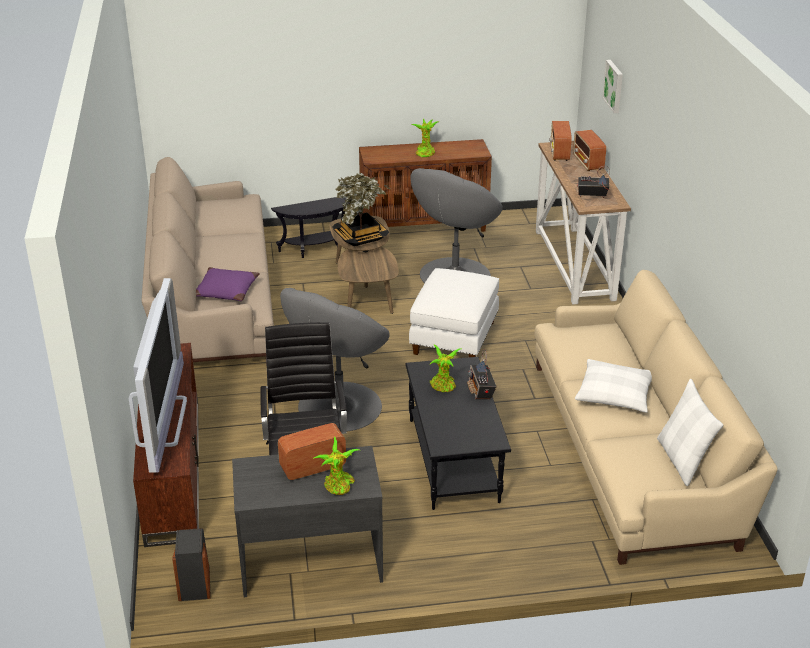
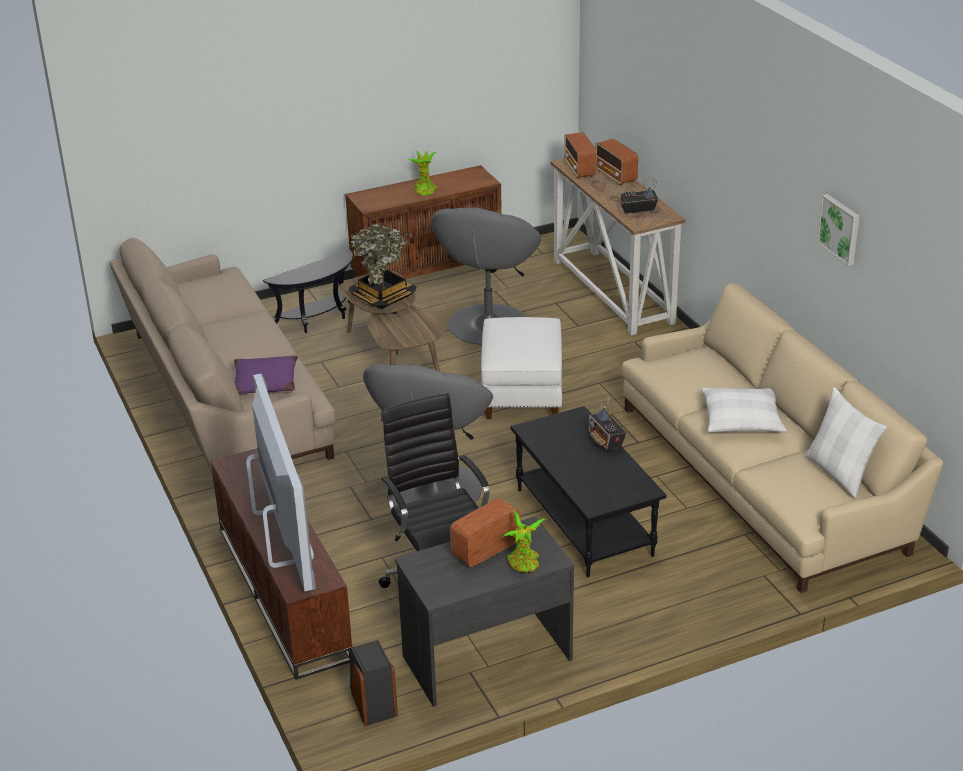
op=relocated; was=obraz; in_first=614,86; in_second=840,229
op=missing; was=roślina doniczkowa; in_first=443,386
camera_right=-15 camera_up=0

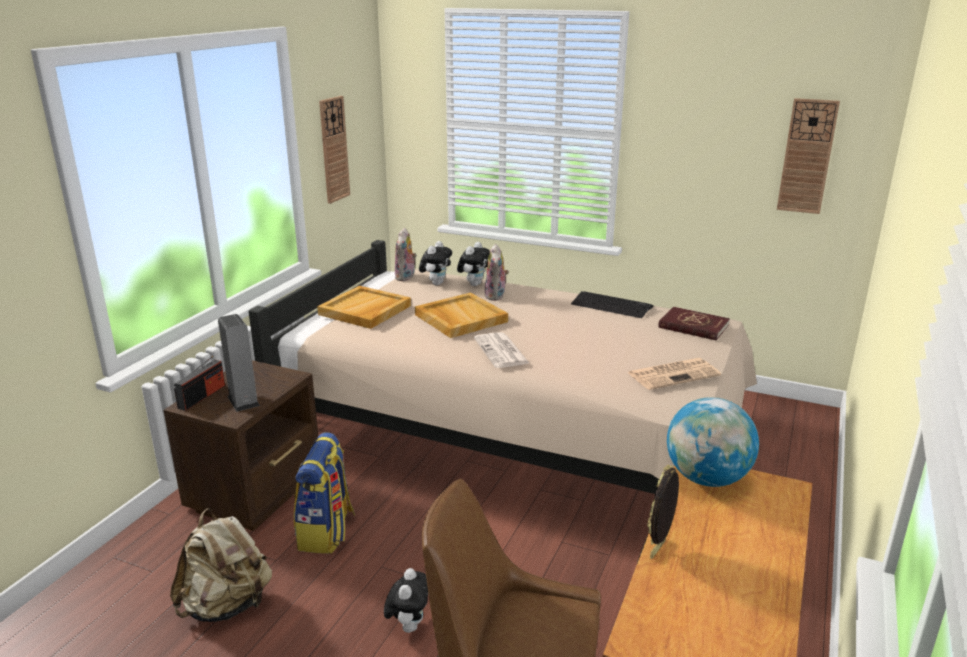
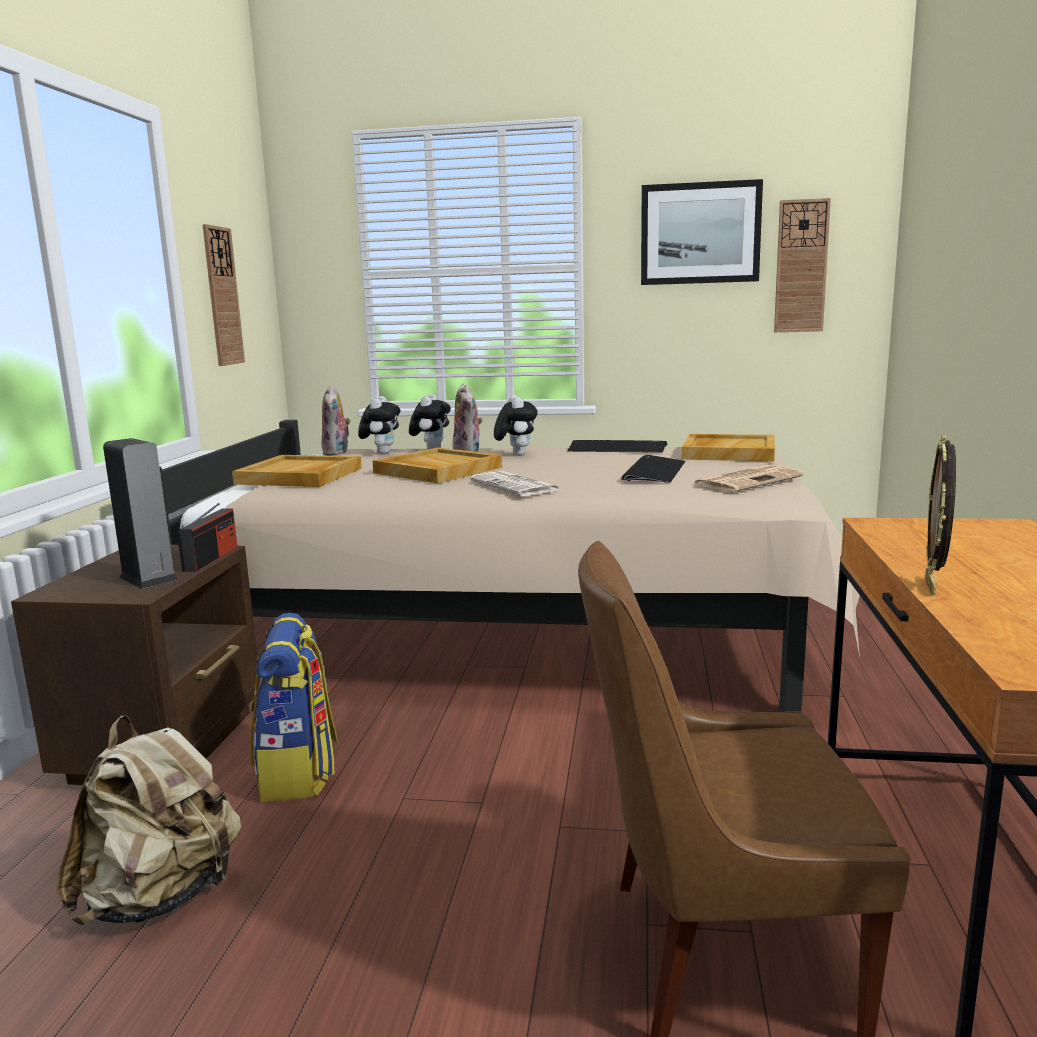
op=relocated; was=radio; in_first=202,396; in_second=211,558
op=relocated; was=pluszak; in_first=409,625; in_second=516,455
op=appeared; now=klawiatura; in_second=654,471
op=appeared; now=obraz; in_second=700,233
op=exchanged; was=książka/czerwony; now=taca/beżowy; in_first=693,326; in_second=728,452
op=missing; was=globus; in_first=706,478
camera_right=-15 camera_up=-10

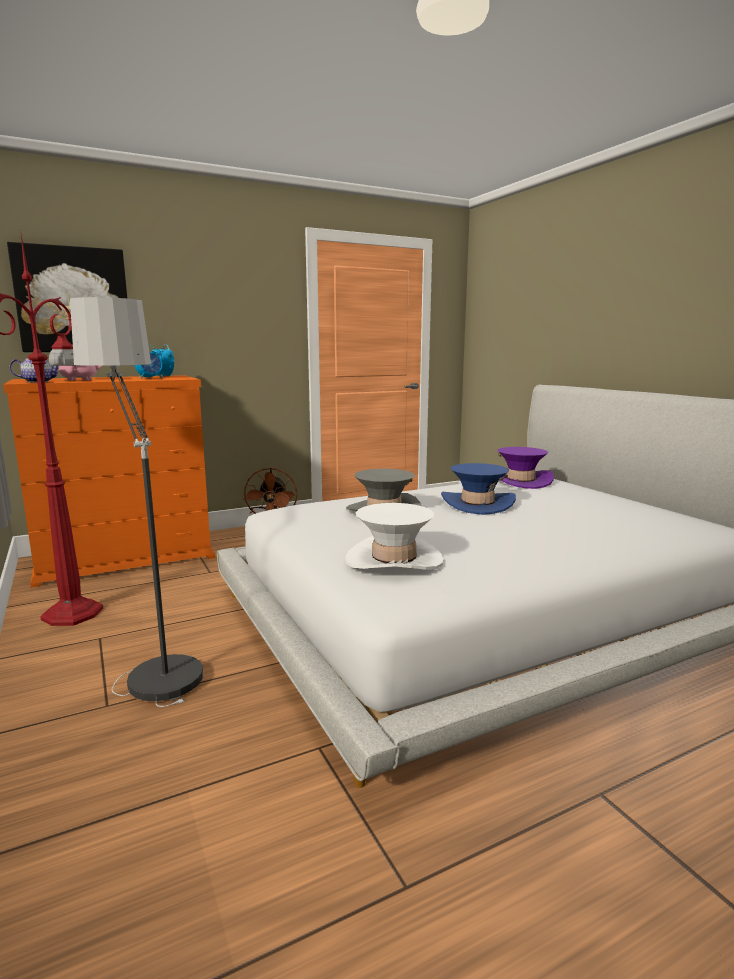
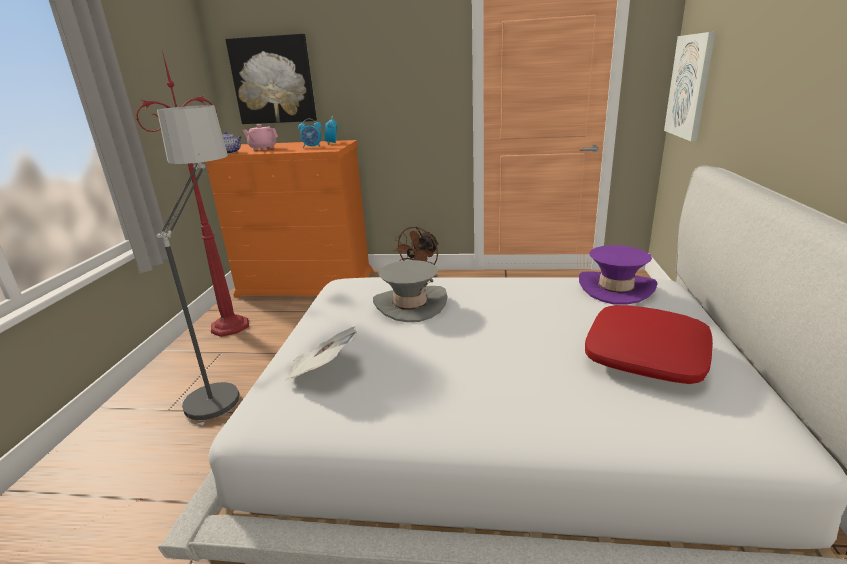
op=exchanged; was=kapelusz/biały; now=gazeta; in_first=394,559; in_second=323,370
op=appeared; now=poduszka/czerwony; in_second=644,355
op=appeared; now=obraz; in_second=689,86
op=missing; was=kapelusz/niebieski; in_first=477,504
camera_right=35 camera_up=10

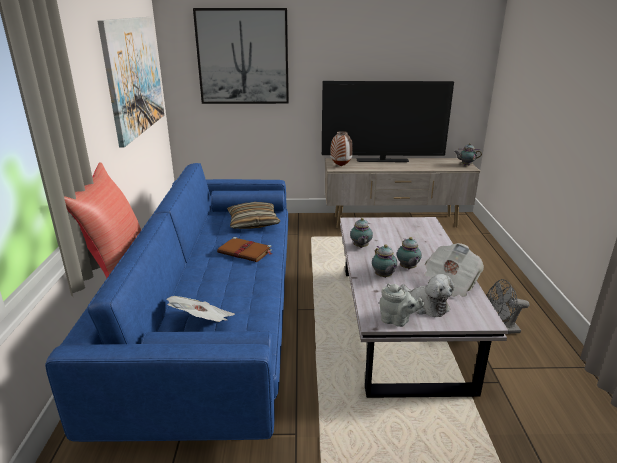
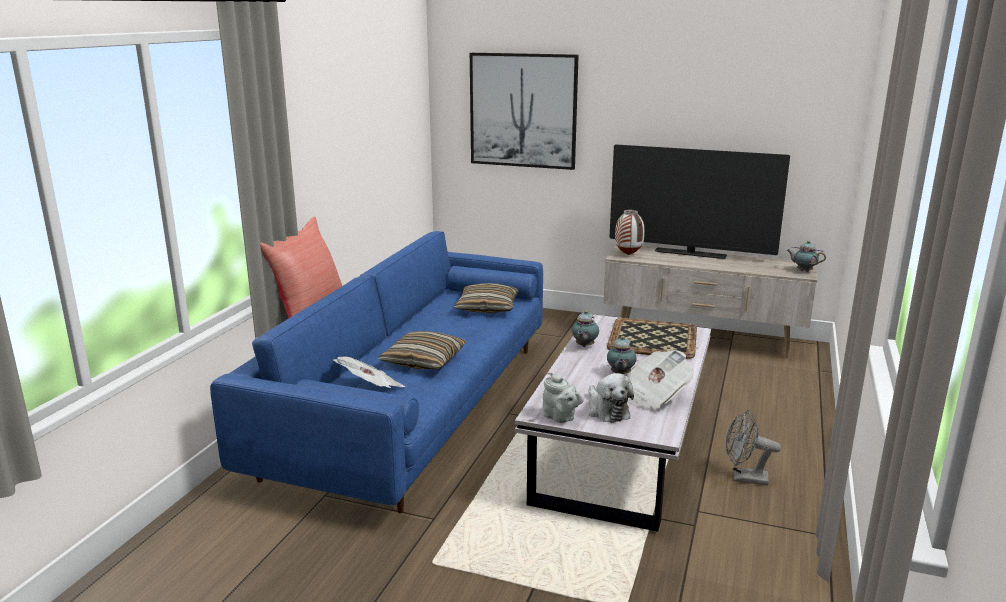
op=appeared; now=poduszka; in_second=424,360
op=appeared; now=taca; in_second=653,339
op=missing; was=obraz; in_first=134,76
op=missing; was=książka/brązowy; in_first=245,252
op=missing; was=imbryk; in_first=383,276
camera_right=20 camera_up=-5

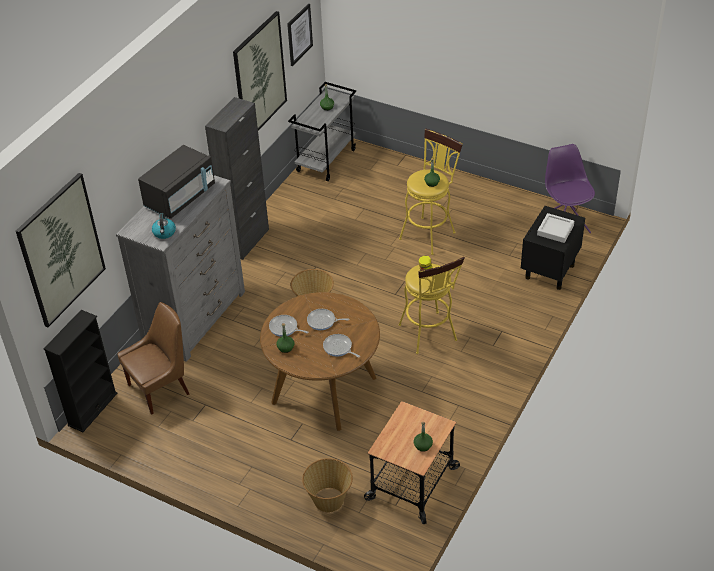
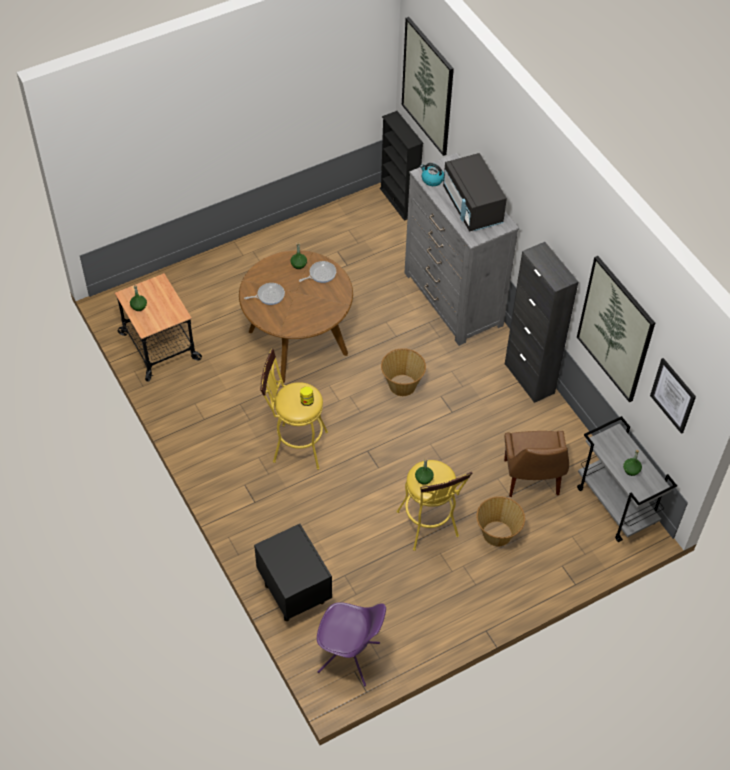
op=relocated; was=koszyk; in_first=329,499; in_second=497,534
op=relocated; was=krzesło/brązowy; in_first=161,388; in_second=531,479
op=missing; was=patelnia; in_first=323,321
op=missing; was=taca/szary; in_first=555,230
camera_right=120 camera_up=10

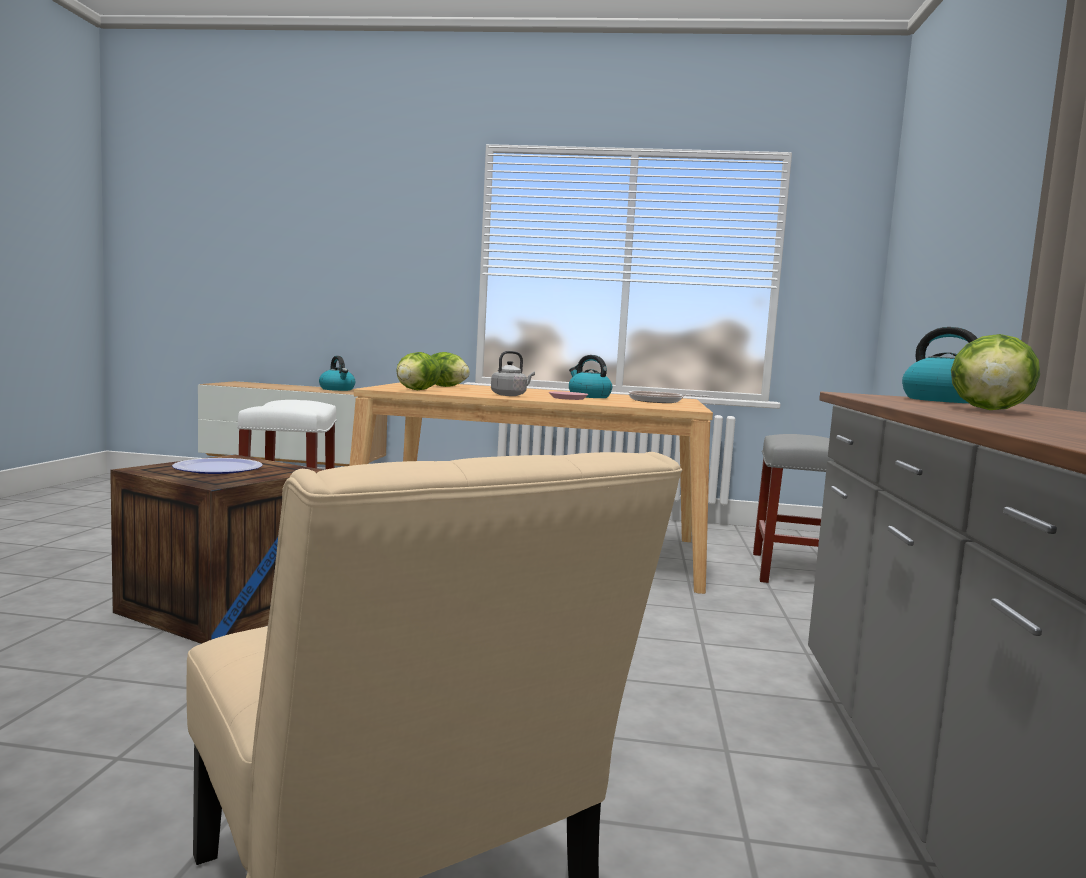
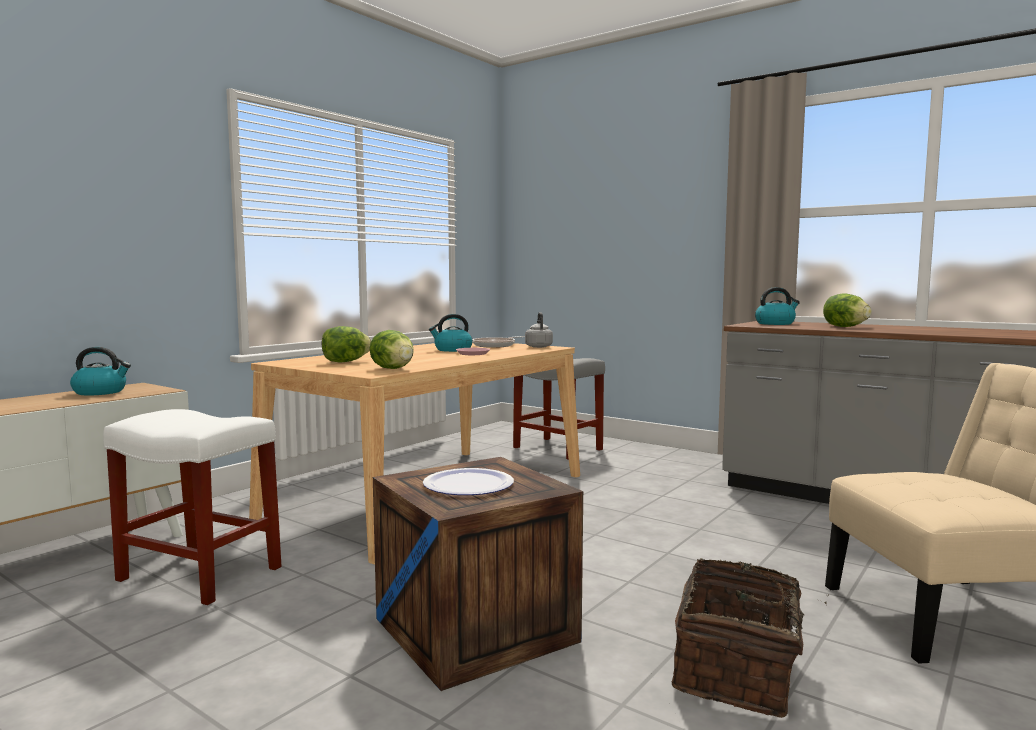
op=relocated; was=czajnik/szary; in_first=510,395; in_second=538,346
op=appeared; now=koszyk; in_second=737,671
camera_right=-60 camera_up=0

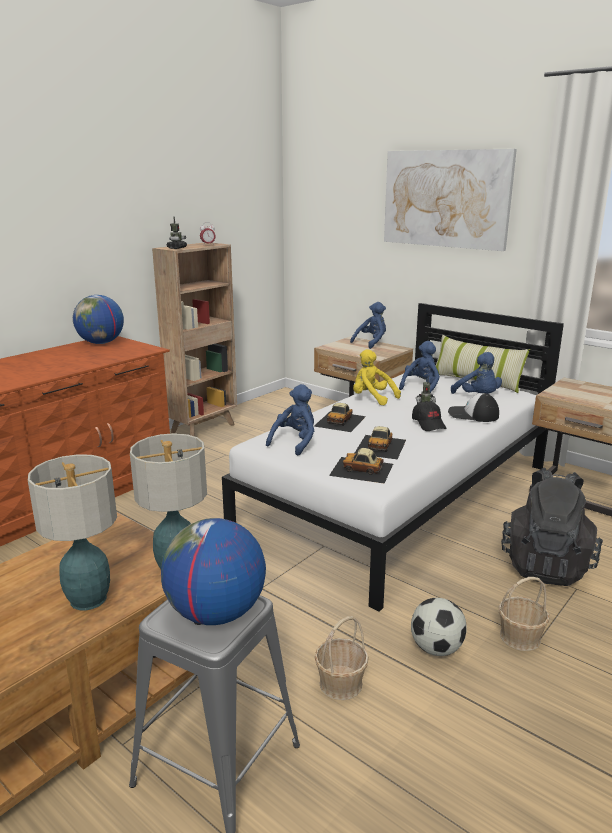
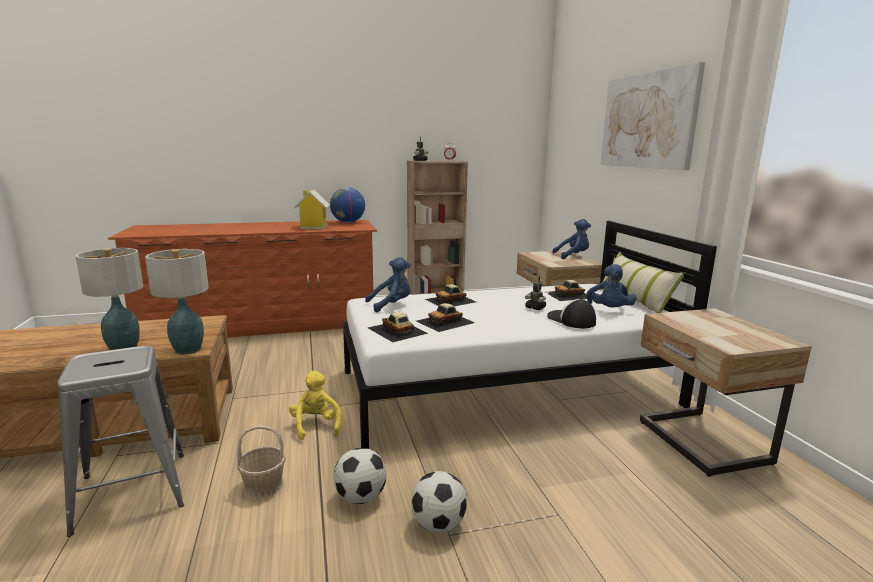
op=relocated; was=pluszak/żółty; in_first=372,398; in_second=316,426
op=appeared; now=domek; in_second=313,227
op=exchanged; was=koszyk; now=piłka futbolowa; in_first=520,637; in_second=438,524
op=exchanged; was=pluszak/niebieski; now=samochodzik; in_first=421,388; in_second=569,295
op=missing; was=globus; in_first=215,613
op=missing; was=czapka z daszkiem/czarny; in_first=429,424
op=missing; was=plecak/czarny; in_first=545,565
camera_right=35 camera_up=-5

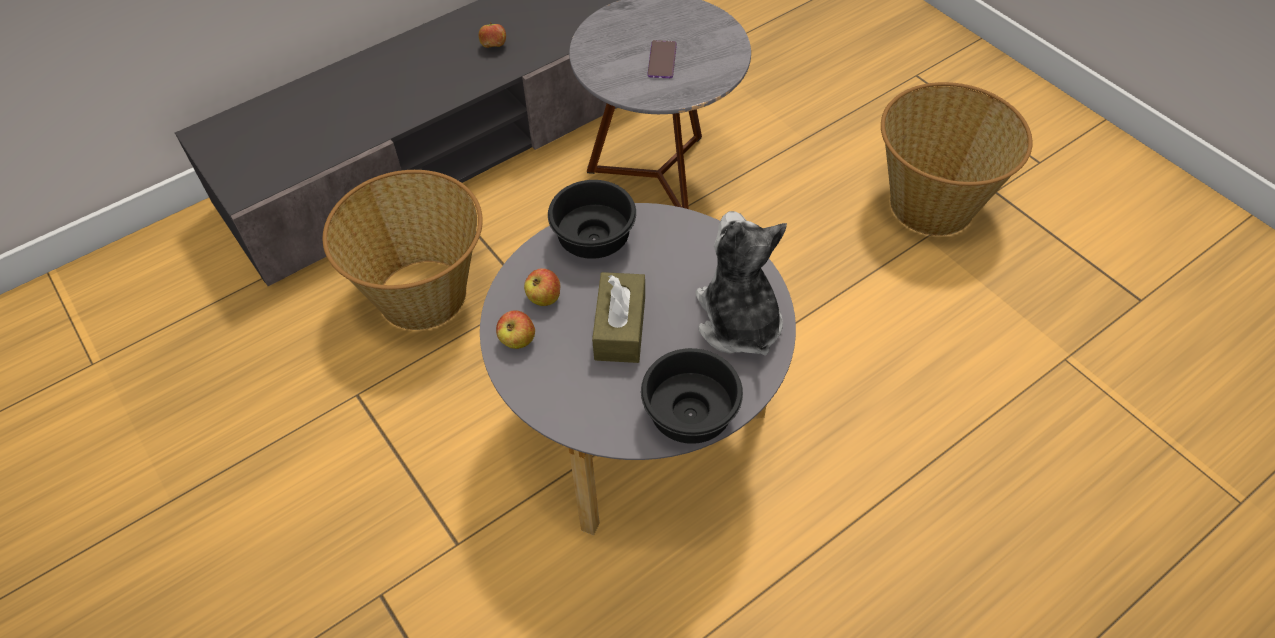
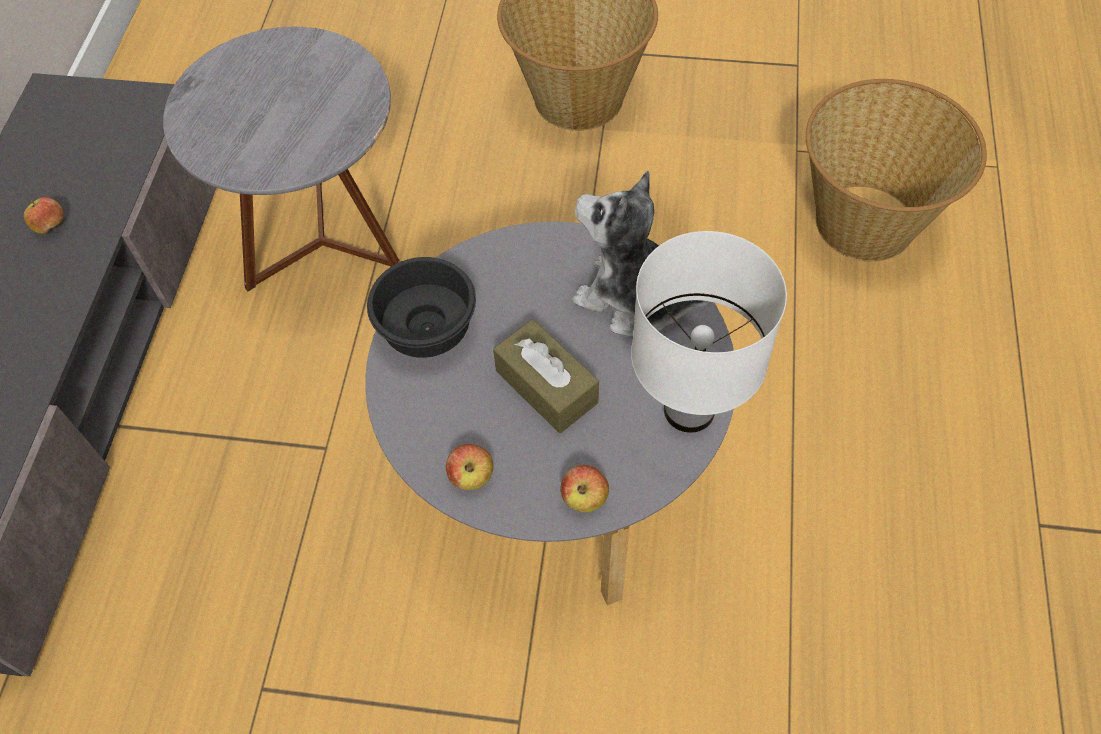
op=relocated; was=jabłko; in_first=544,298; in_second=584,498
op=exchanged; was=miska/czarny; now=lampa stołowa/biały; in_first=687,415; in_second=688,411
op=relocated; was=koszyk; in_first=424,295; in_second=866,221
op=missing; was=telefon; in_first=662,60
camera_right=-45 camera_up=5

